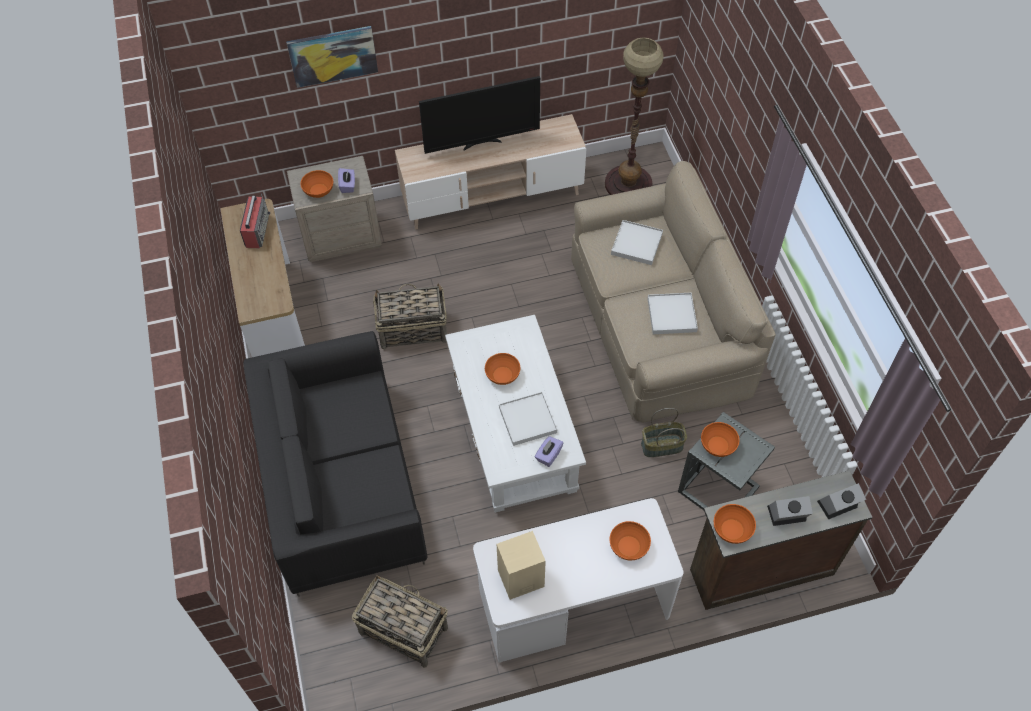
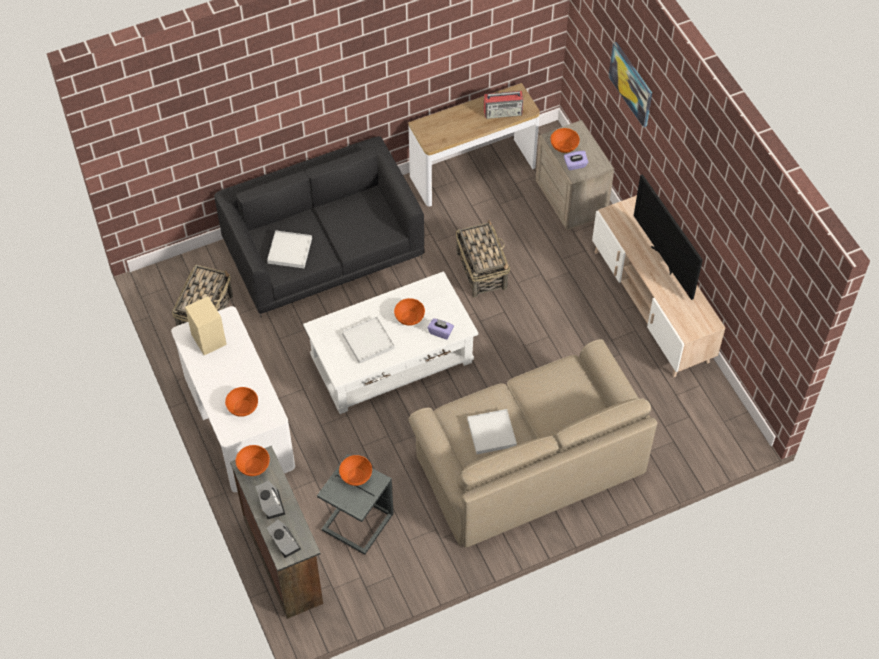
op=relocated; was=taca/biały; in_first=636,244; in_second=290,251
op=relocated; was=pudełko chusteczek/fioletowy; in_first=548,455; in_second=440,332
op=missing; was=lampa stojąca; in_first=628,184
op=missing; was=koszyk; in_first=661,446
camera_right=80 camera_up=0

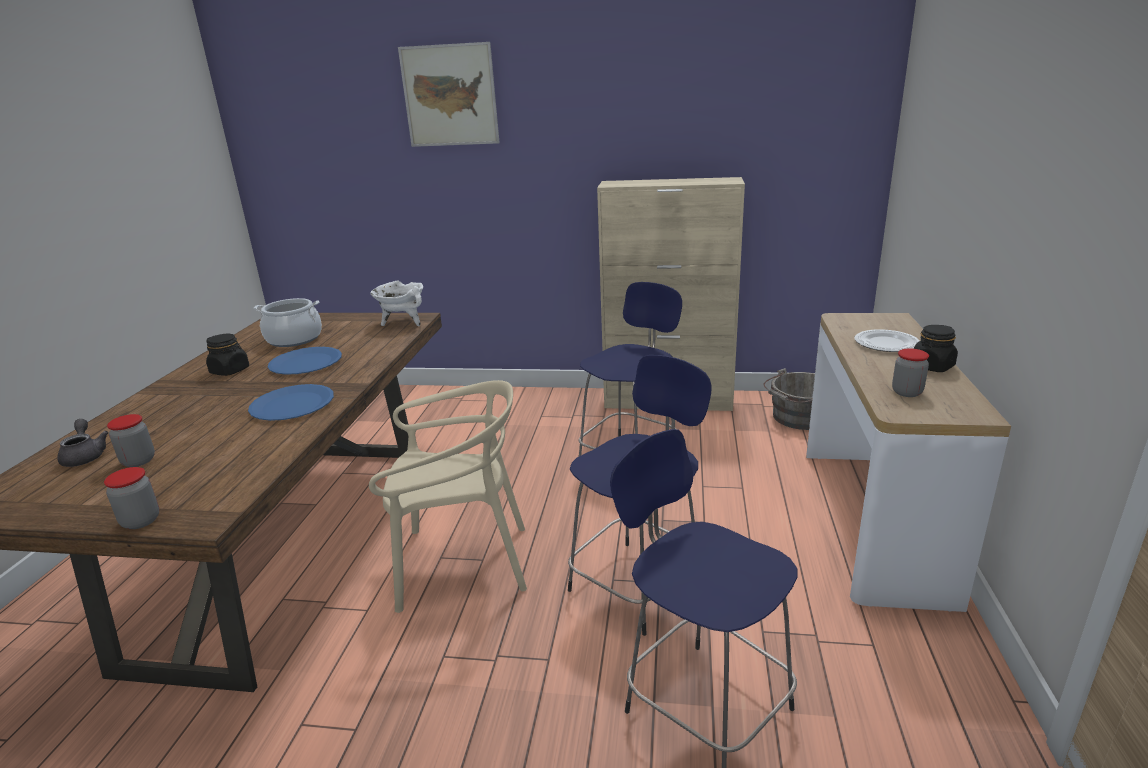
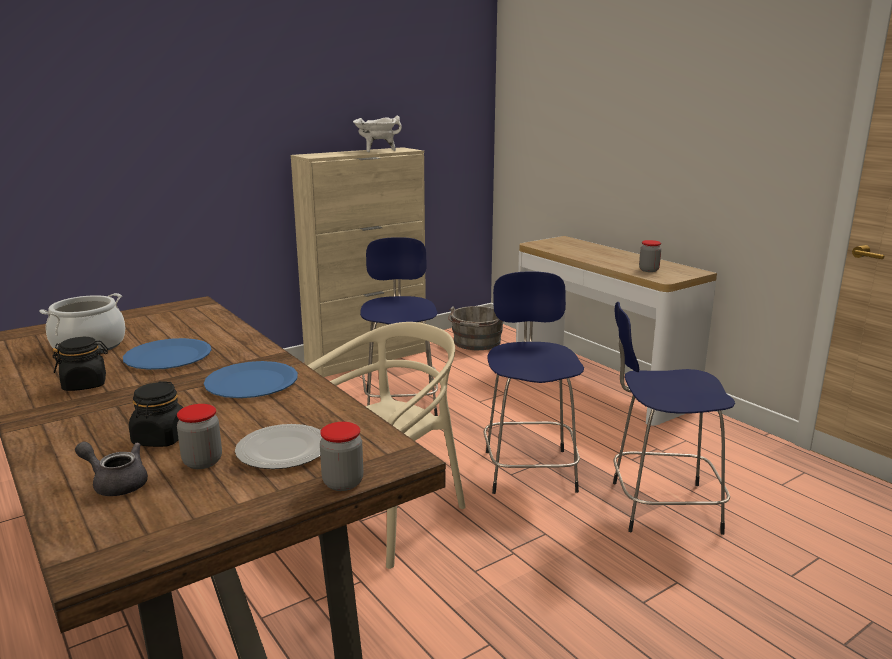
op=relocated; was=słoik/czarny; in_first=932,366; in_second=161,438
op=relocated; was=talerz; in_first=885,344; in_second=282,451
op=relocated; was=garnek/biały; in_first=403,322; in_second=376,151
op=missing; was=obraz; in_first=450,96
camera_right=-45 camera_up=-5

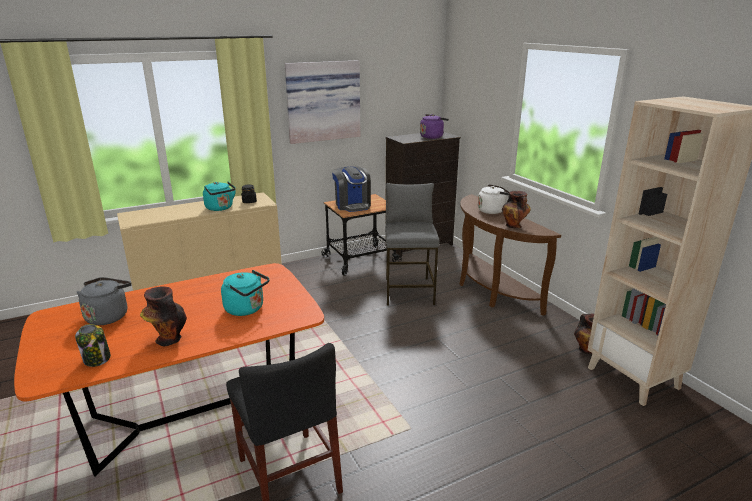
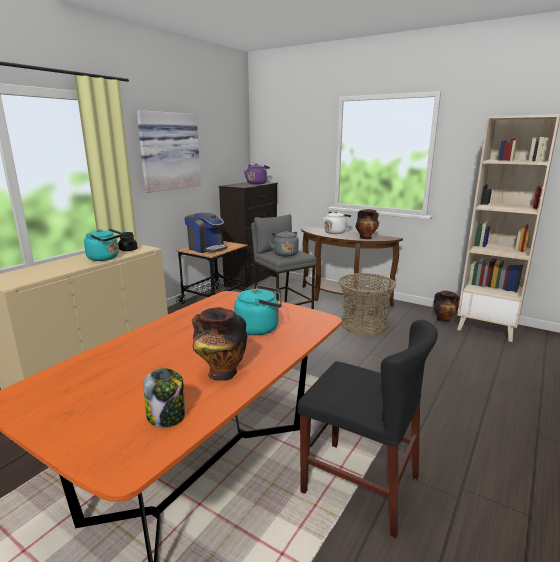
op=relocated; was=czajnik/szary; in_first=108,316; in_second=285,254
op=appeared; now=koszyk; in_second=363,325
camera_right=-30 camera_up=-5

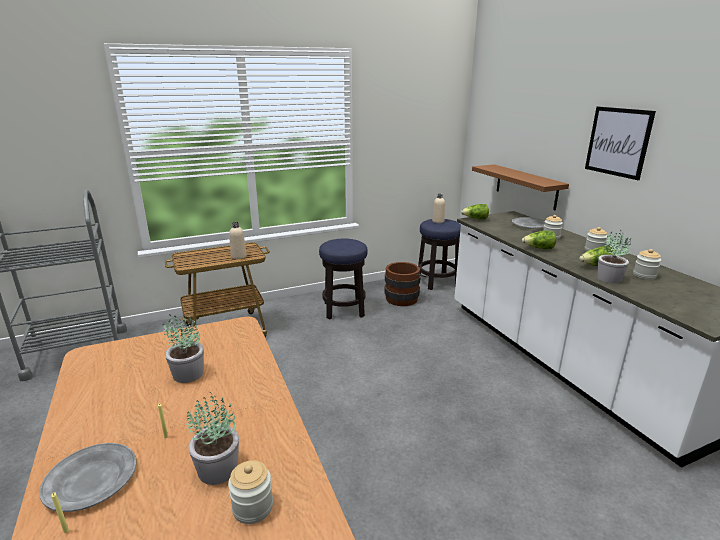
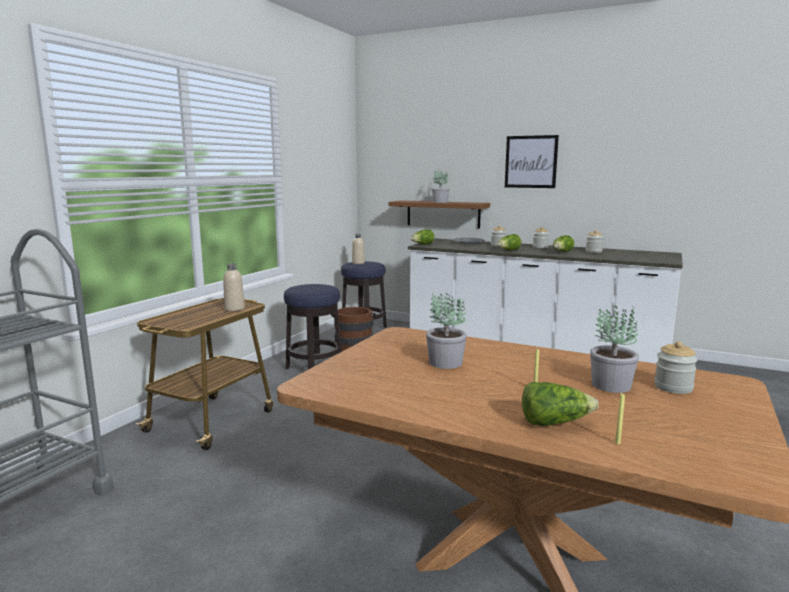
op=relocated; was=roślina doniczkowa; in_first=608,278; in_second=439,202
op=exchanged; was=talerz/szary; now=sałata; in_first=91,479; in_second=554,422
camera_right=-40 camera_up=-10

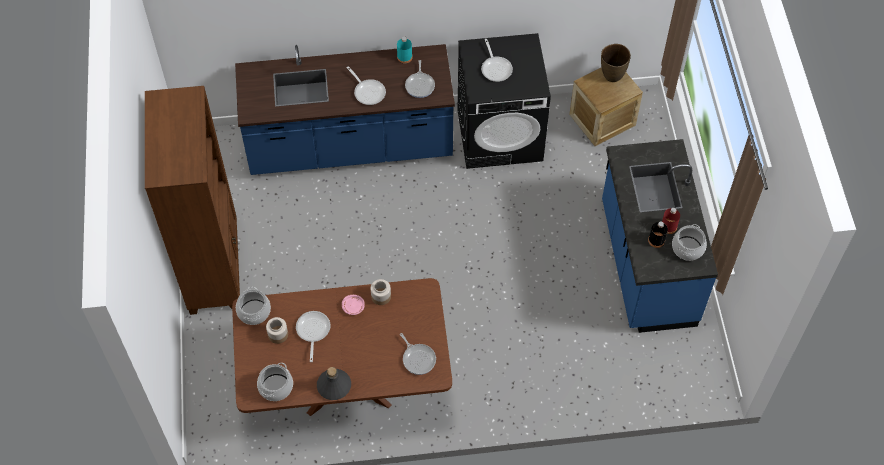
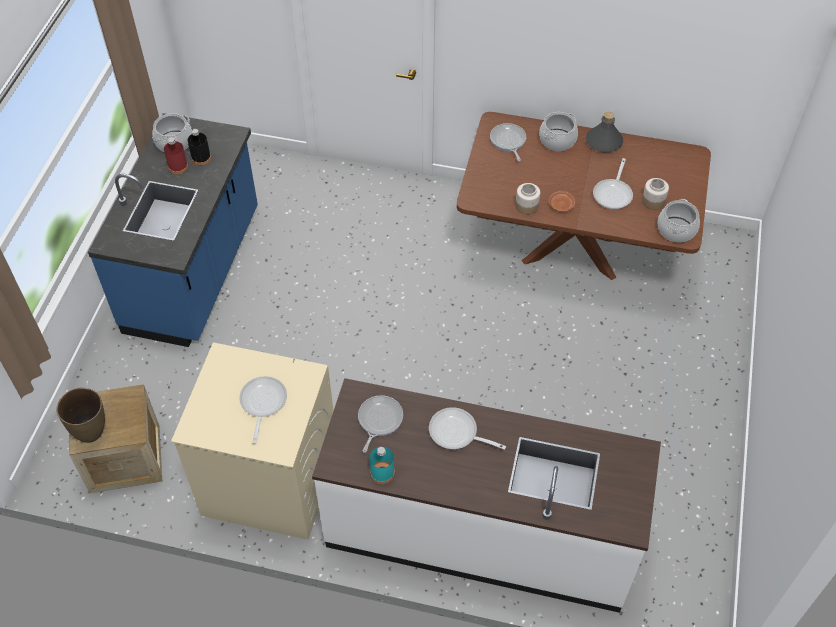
op=colour; was=pralka/czarny; now=pralka/beżowy; in_first=500,135; in_second=269,481
op=colour; was=zabudowa kuchenna/niebieski; now=zabudowa kuchenna/biały; in_first=350,146; in_second=480,531
op=spun; was=patelnia; in_first=368,92; in_second=457,433; clockwise=-45
op=relocated; was=garnek; in_first=275,387; in_second=557,140
op=colour; was=talerz/różowy; now=talerz/brązowy; in_first=353,307; in_second=561,204
op=missing; was=regał/brązowy; in_first=214,267
camera_right=-160 camera_up=-5

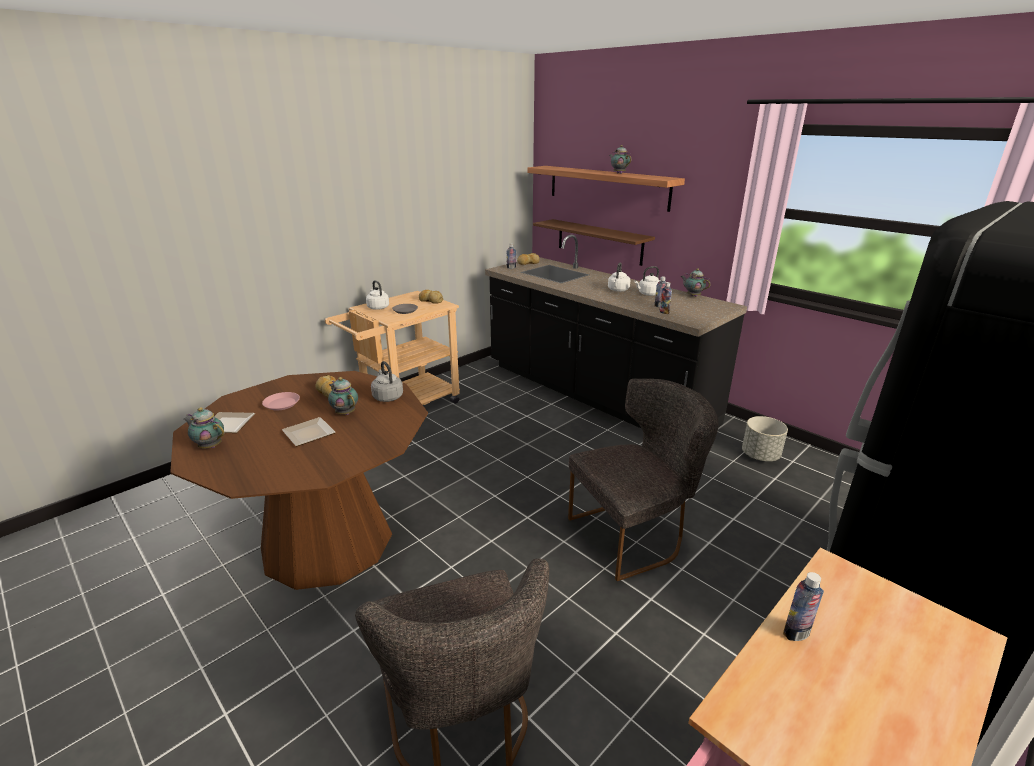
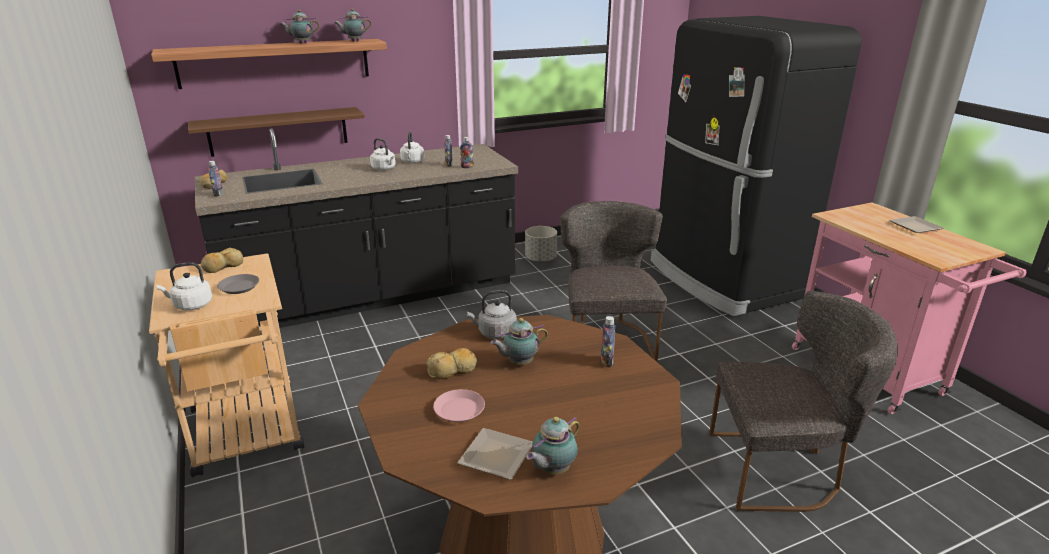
op=relocated; was=imbryk; in_first=692,296; in_second=354,41
op=relocated; was=butelka; in_first=796,633; in_second=606,362
op=relocated; was=talerz; in_first=307,434; in_second=915,227
camera_right=-70 camera_up=0

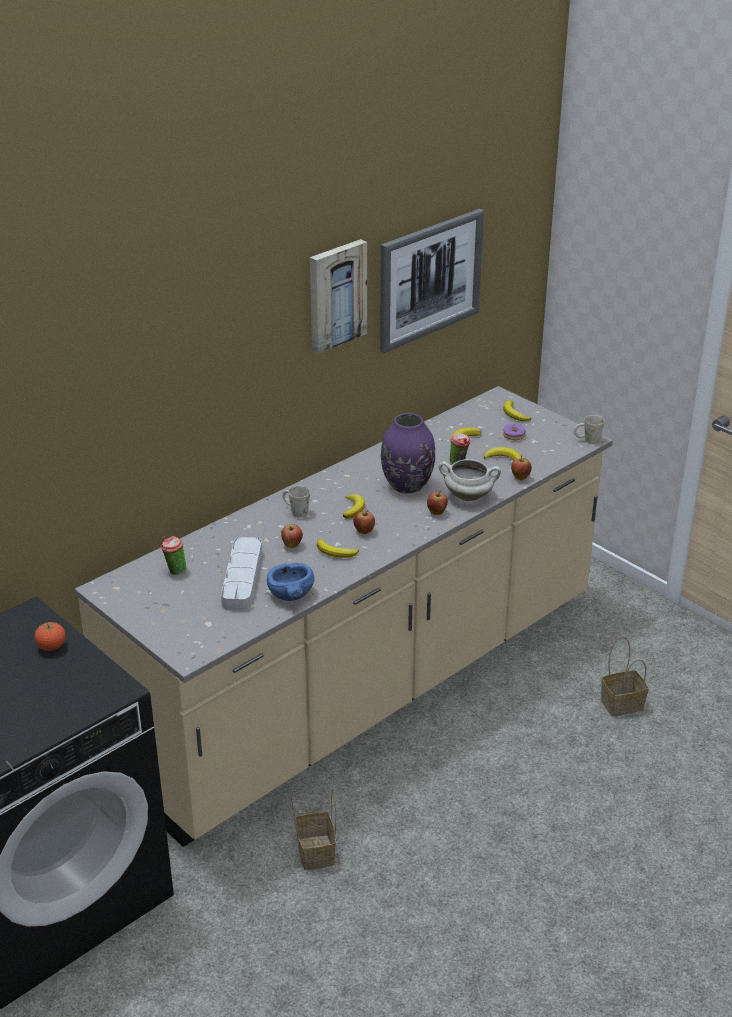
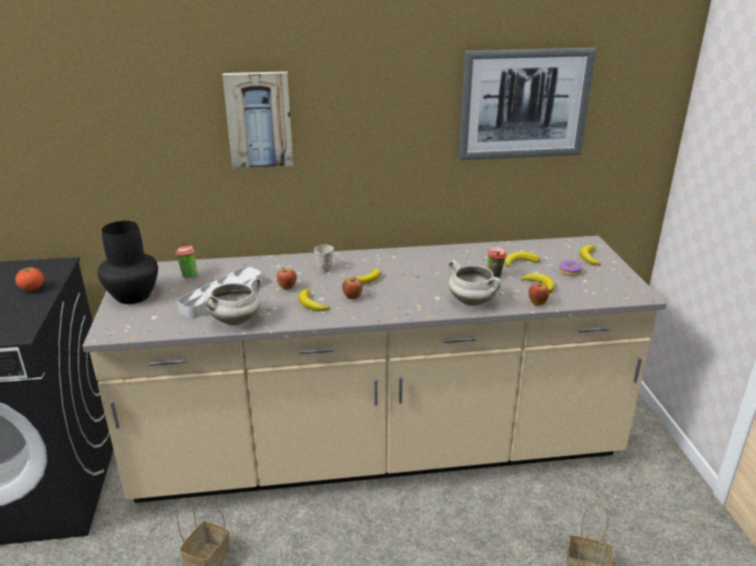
op=appeared; now=wazon/czarny; in_second=134,296
op=exchanged; was=miska/niebieski; now=garnek/biały; in_first=290,594; in_second=236,320
op=relocated; was=obraz; in_first=336,295; in_second=259,119
op=missing; was=wazon/fioletowy; in_first=407,485
op=missing; was=jabłko; in_first=437,513
op=missing; was=kubek/biały; in_first=587,440
camera_right=35 camera_up=-5

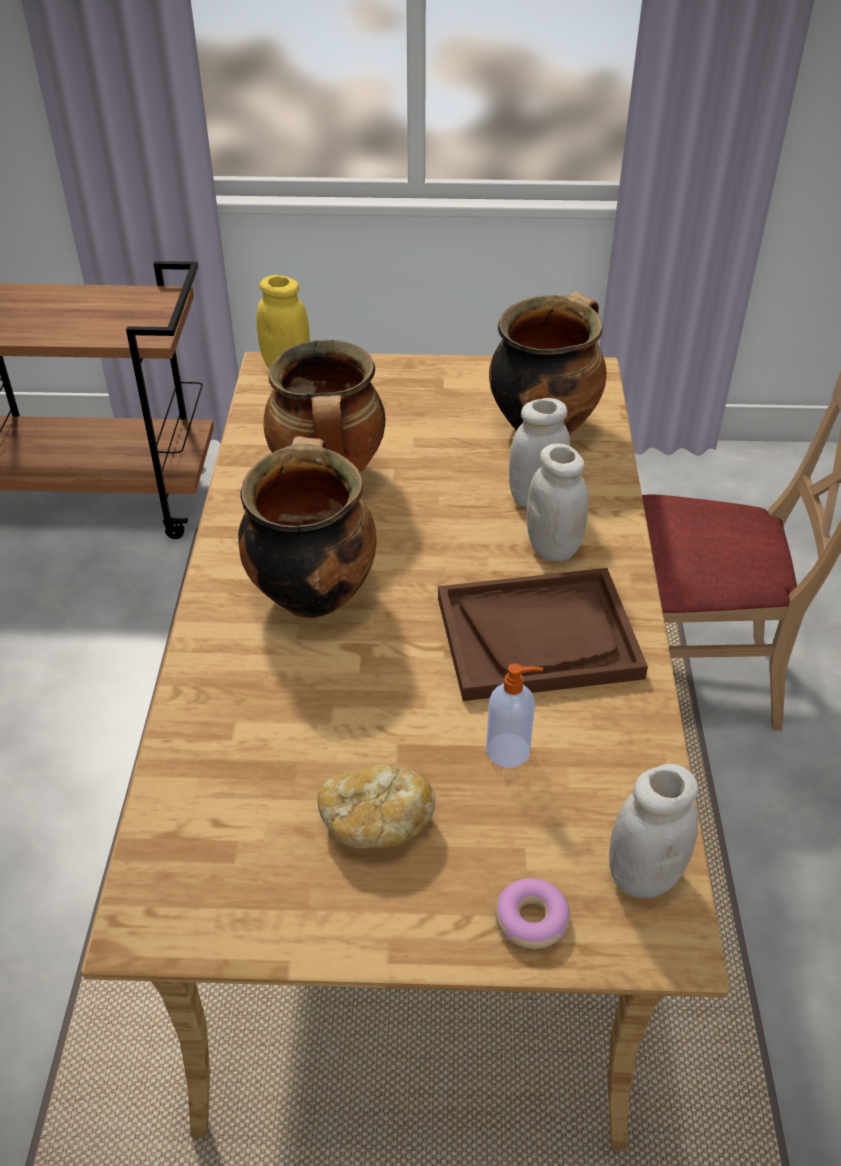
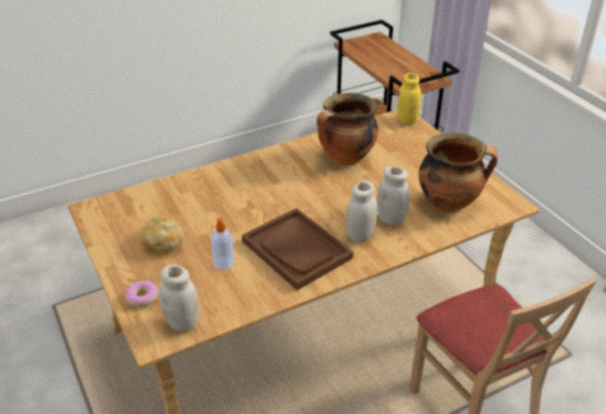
op=missing; was=garnek; in_first=311,592
camera_right=60 camera_up=-5

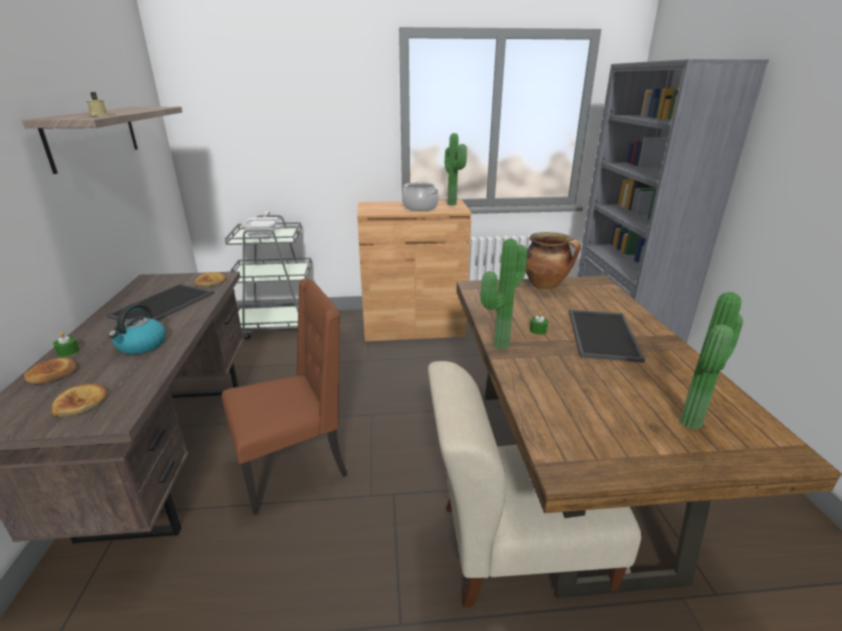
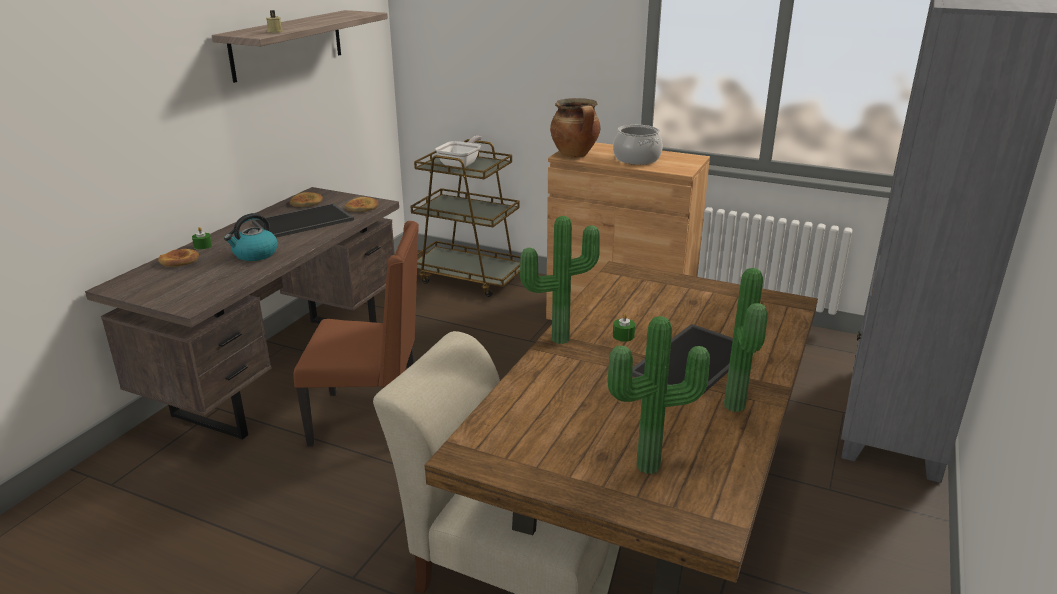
op=relocated; was=chleb; in_first=81,403; in_second=307,202
op=colour; was=wózek/szary; now=wózek/brązowy; in_first=279,326; in_second=468,277
op=relocated; was=garnek; in_first=546,285; in_second=575,155
op=relocated; was=roślina doniczkowa; in_first=453,204; in_second=738,406
camera_right=30 camera_up=0

